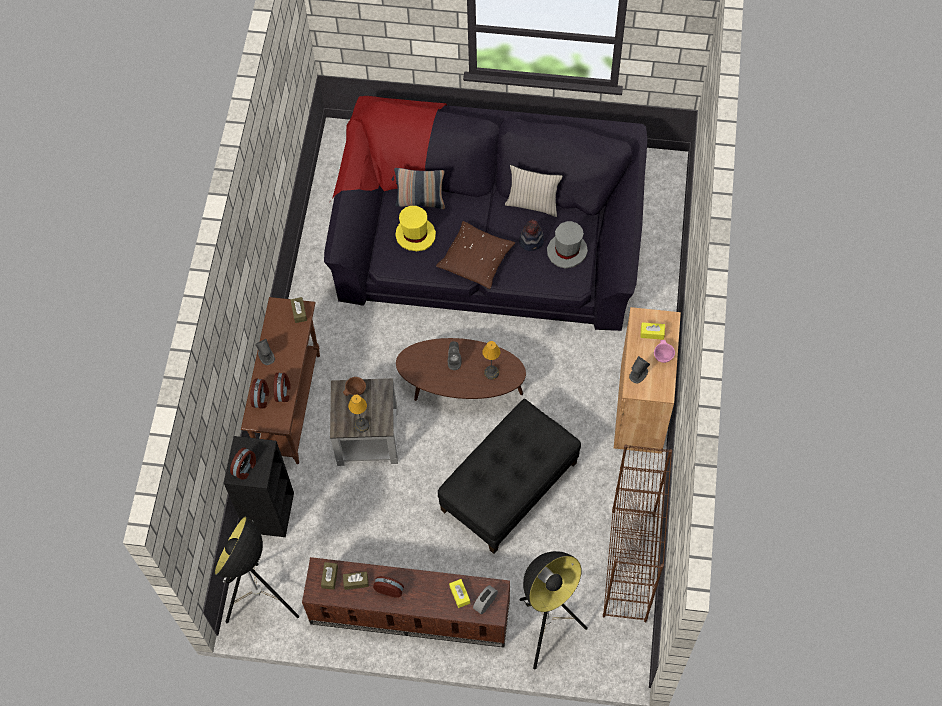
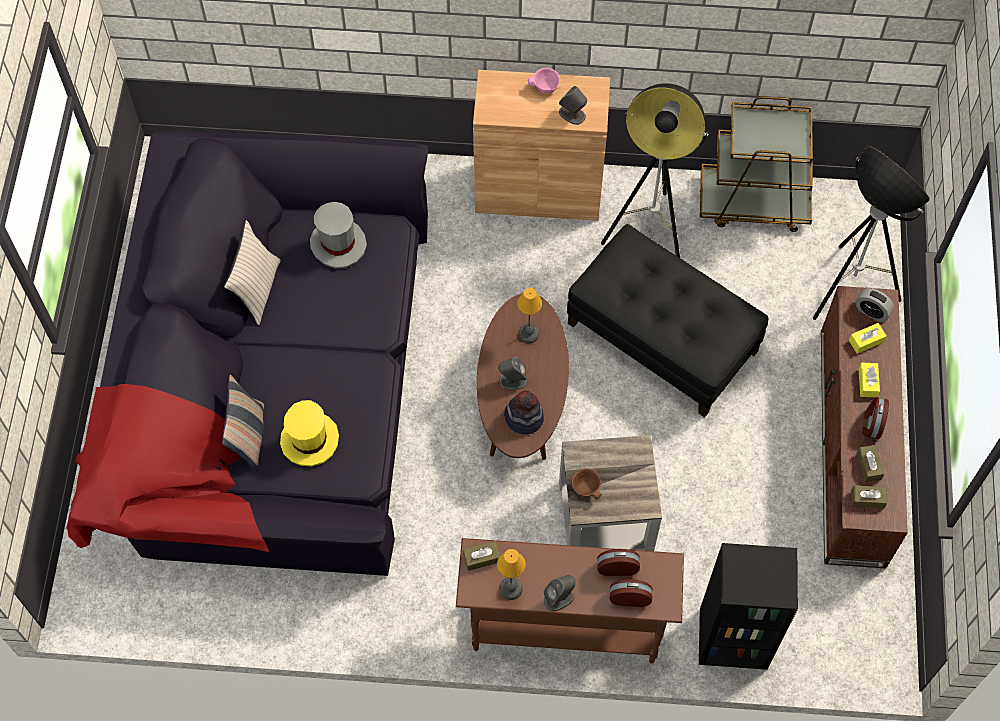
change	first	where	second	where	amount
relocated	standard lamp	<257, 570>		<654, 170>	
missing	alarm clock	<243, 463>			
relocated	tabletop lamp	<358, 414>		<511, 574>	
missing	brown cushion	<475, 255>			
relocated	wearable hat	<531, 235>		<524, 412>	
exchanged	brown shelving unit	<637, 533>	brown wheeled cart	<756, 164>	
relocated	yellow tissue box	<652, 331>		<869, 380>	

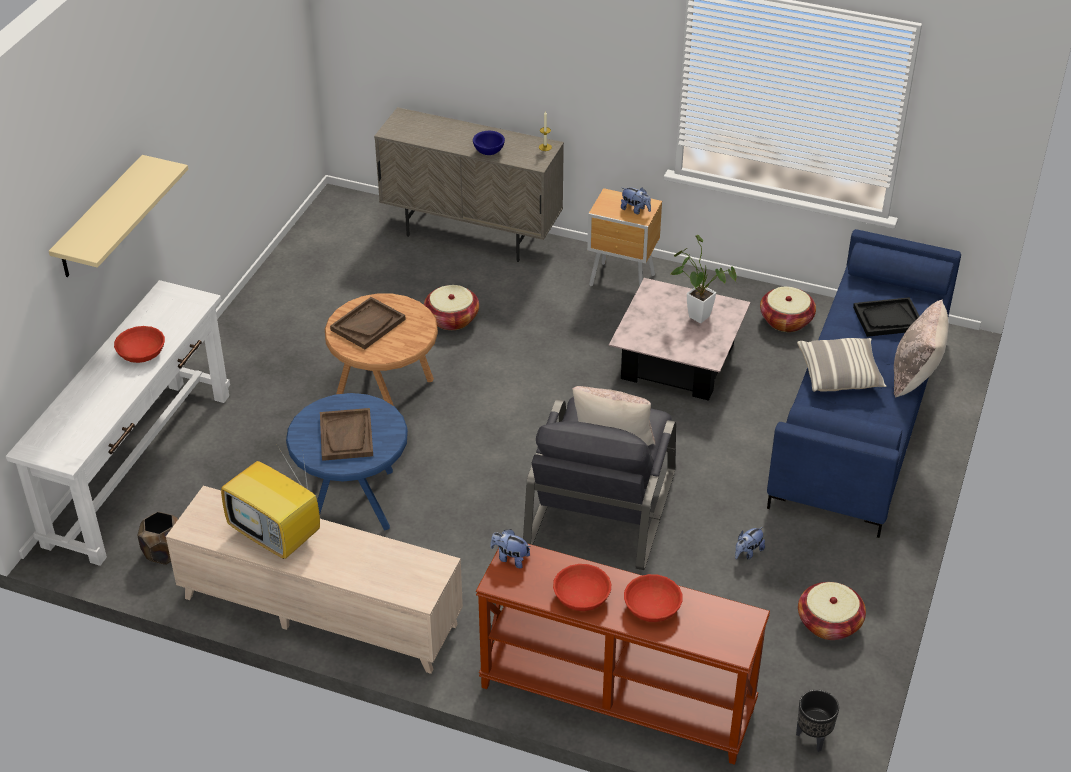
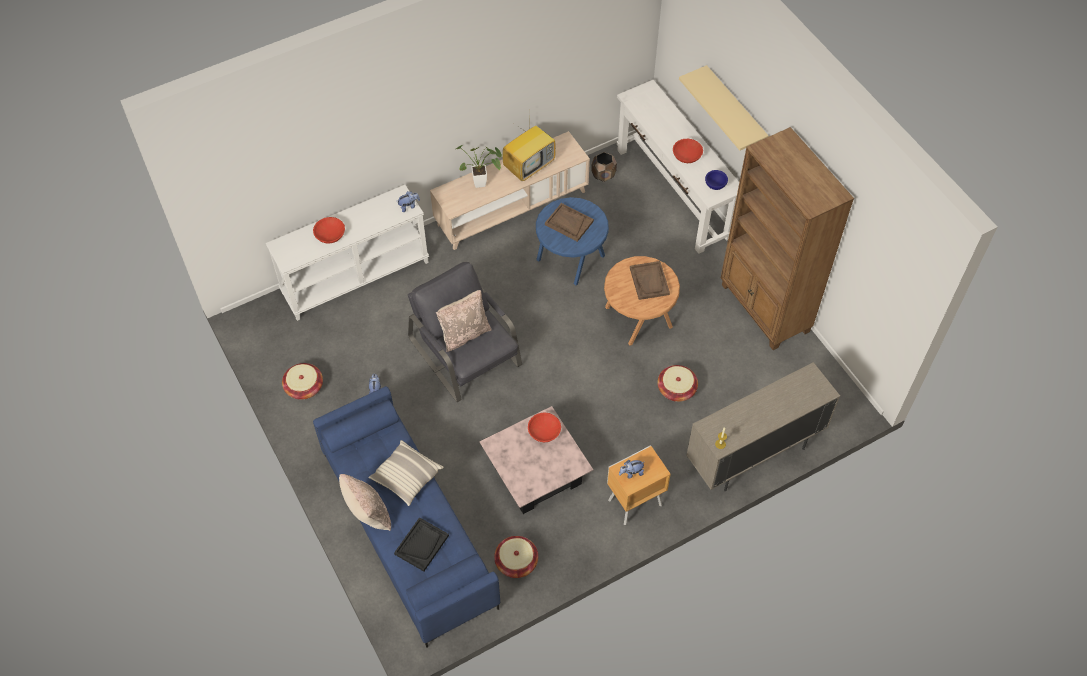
change	first	where	second	where	amount
spun	television	<270, 502>		<529, 152>	150 degrees clockwise
relocated	bluish bowl	<489, 143>		<716, 180>	
colour	brown hall table	<623, 654>	white hall table	<347, 253>	
relocated	red bowl	<582, 587>		<544, 427>	
relocated	plant in a pot	<704, 279>		<478, 166>	
missing	black plant pot	<817, 721>			
appeared			brown shelving unit	<787, 238>	

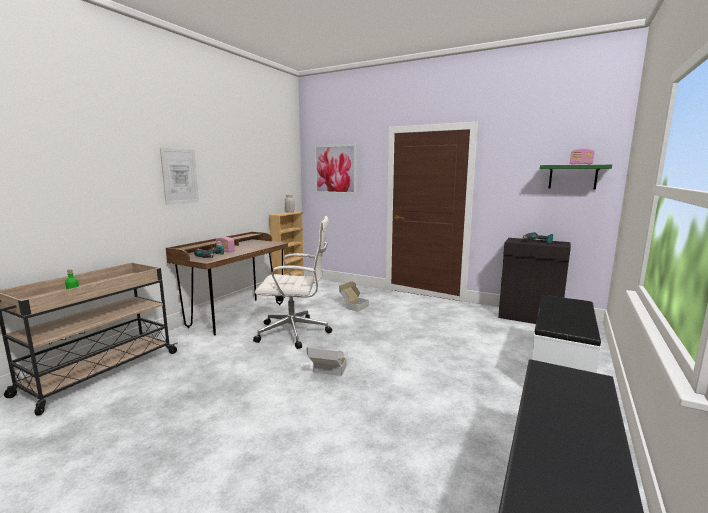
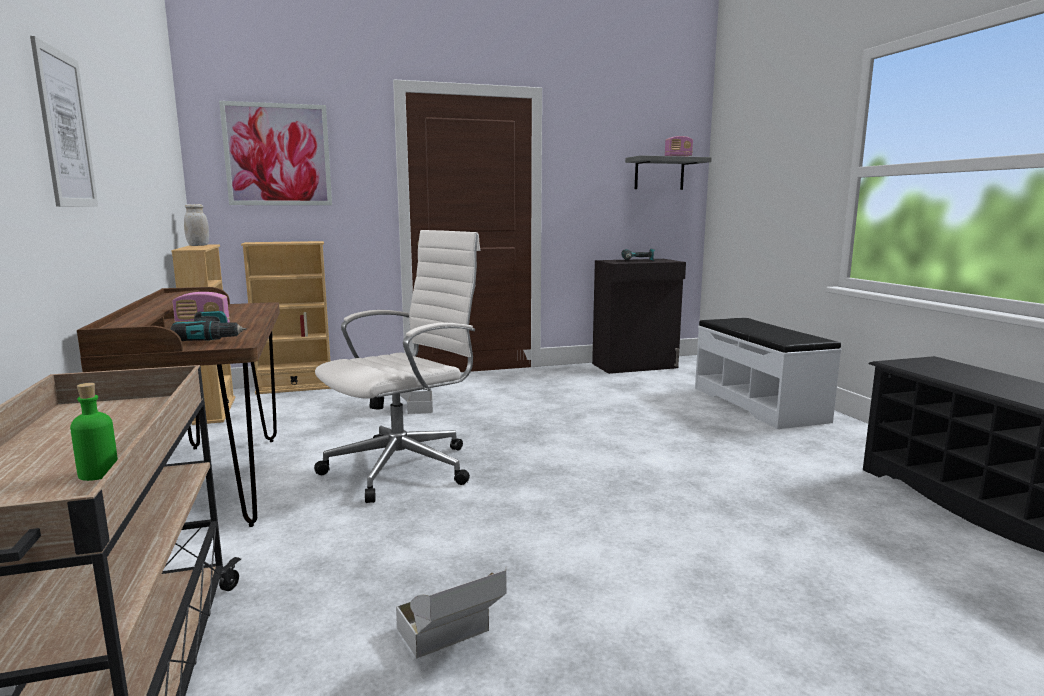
change	first	where	second	where	amount
relocated	cardboard box	<327, 361>		<451, 614>	
colour	green-coloured shelf	<576, 177>	greyish shelf	<668, 172>	
appeared			beige-coloured shelving unit	<286, 317>	

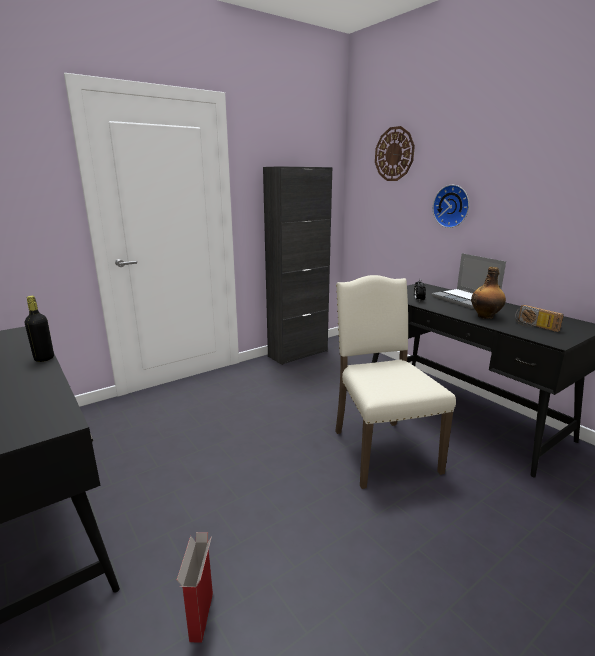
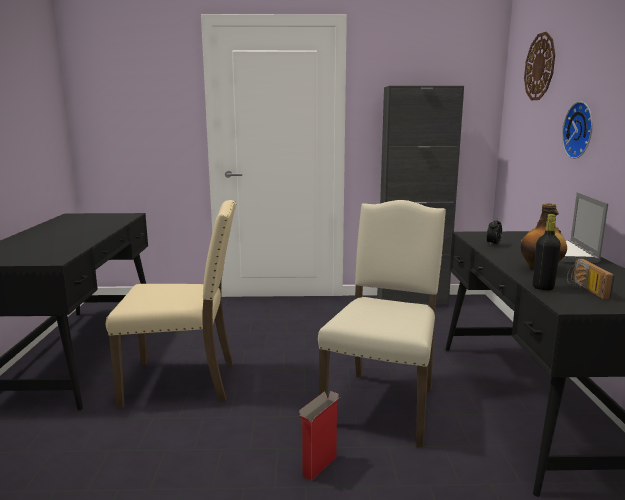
change	first	where	second	where	amount
relocated	black drink bottle	<39, 329>		<547, 252>	
relocated	cardboard box	<195, 587>		<319, 436>	
appeared			beige-coloured upright chair	<171, 304>	

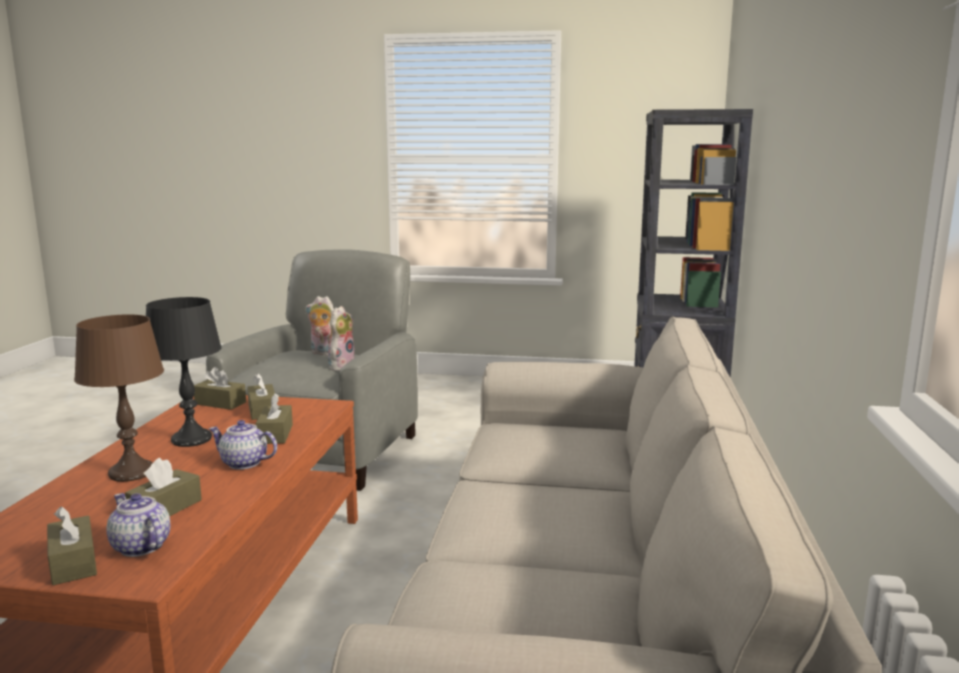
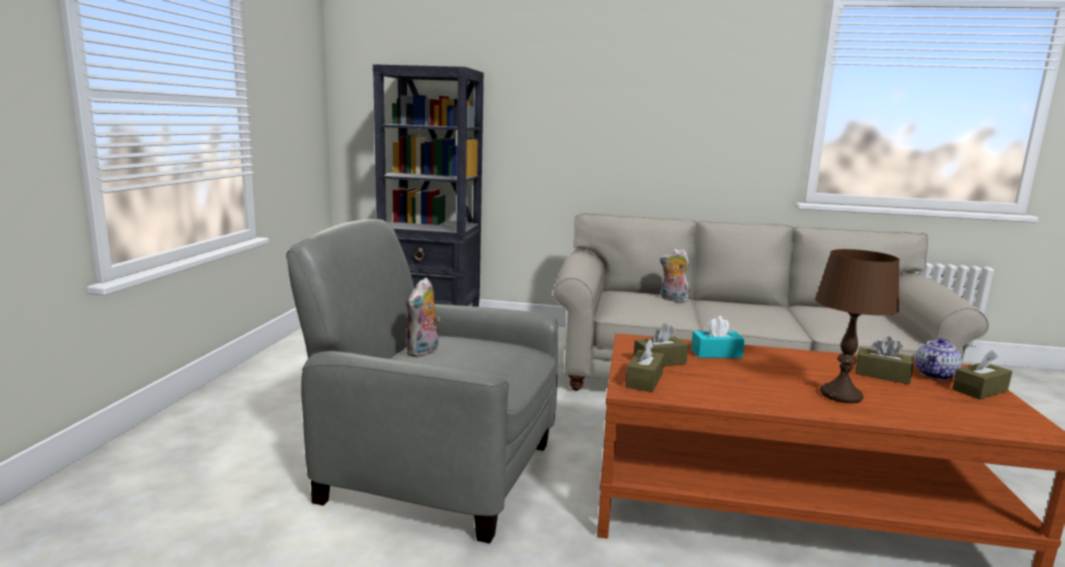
change	first	where	second	where	amount
missing	black tabletop lamp	<184, 372>			
missing	pot for tea	<242, 445>			
colour	brown tissue box	<274, 418>	blue-green tissue box	<718, 337>	
relocated	cuddly toy	<341, 338>		<675, 275>	

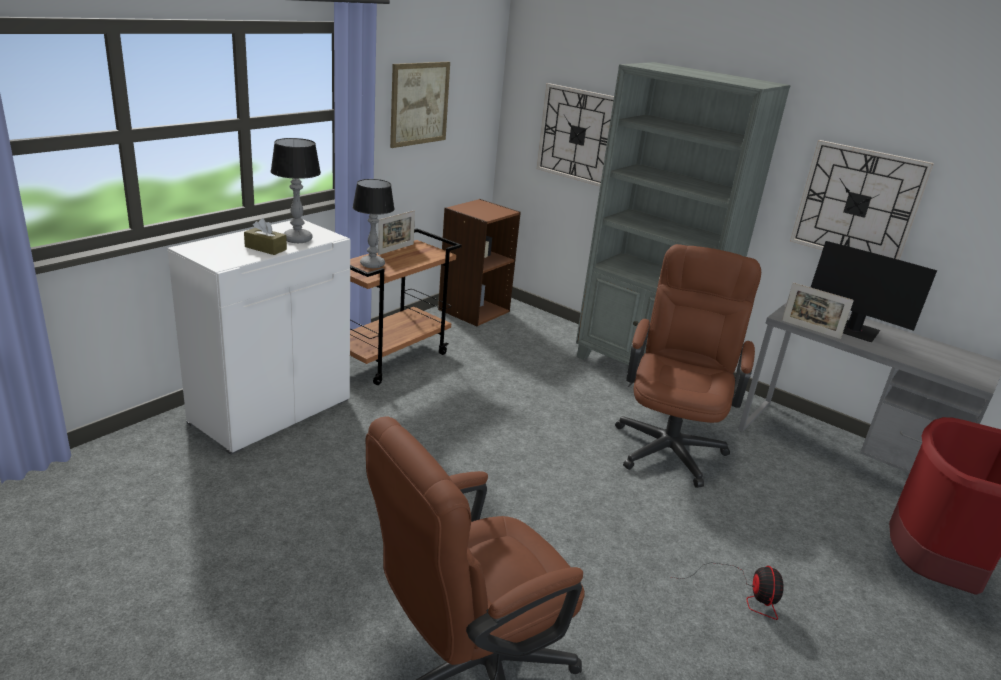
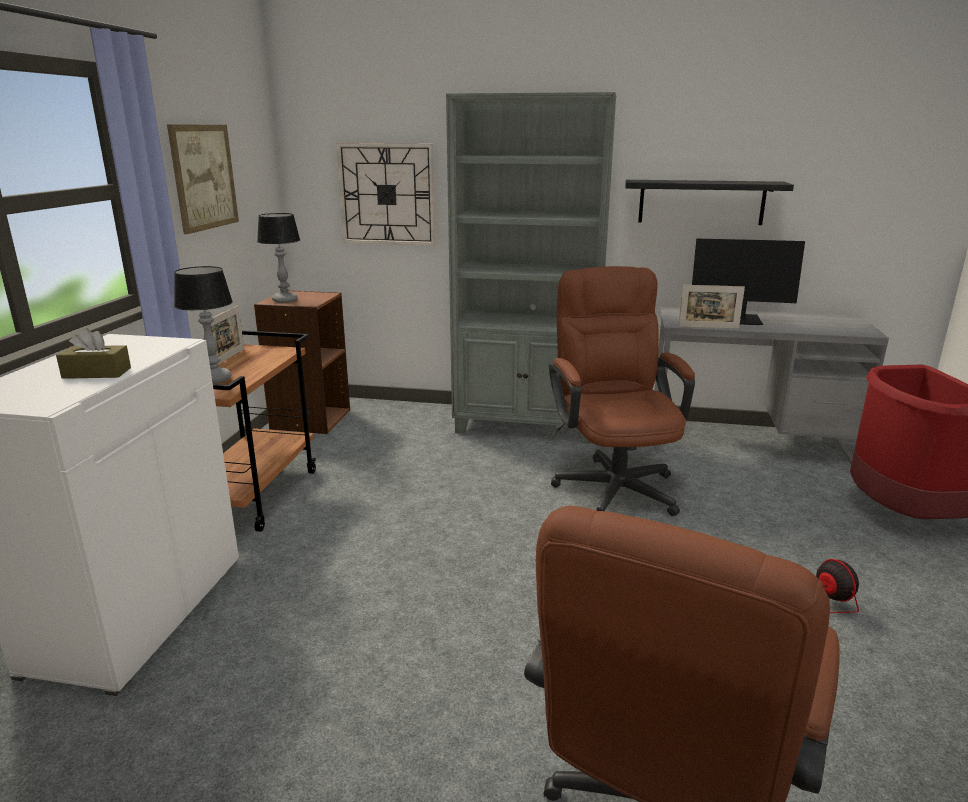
change	first	where	second	where	amount
relocated	tabletop lamp	<295, 190>		<278, 258>	
exchanged	wall clock	<862, 200>	black shelf	<709, 202>	

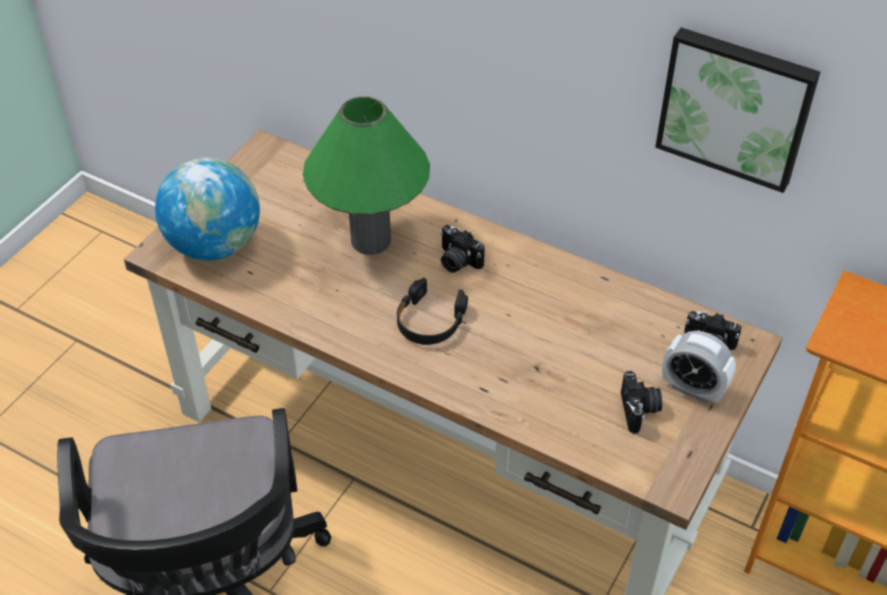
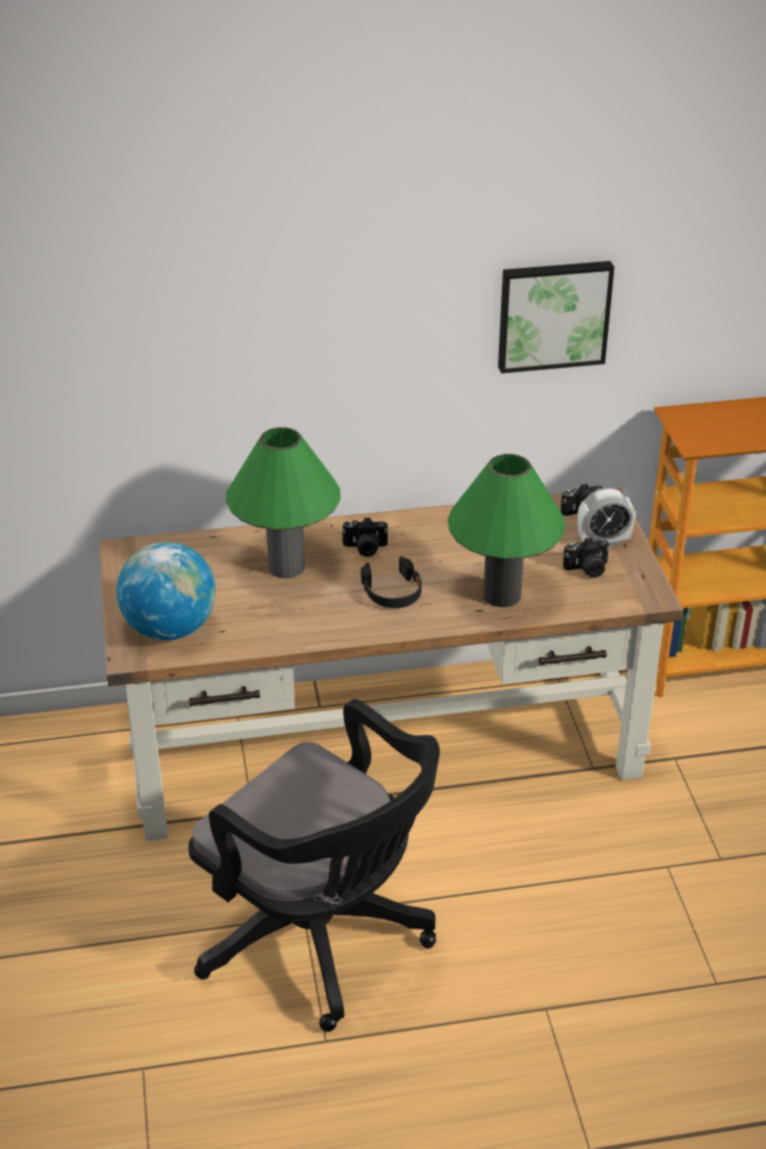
change	first	where	second	where	amount
spun	still camera	<641, 402>		<586, 557>	120 degrees clockwise
appeared			green-coloured tabletop lamp	<507, 530>	

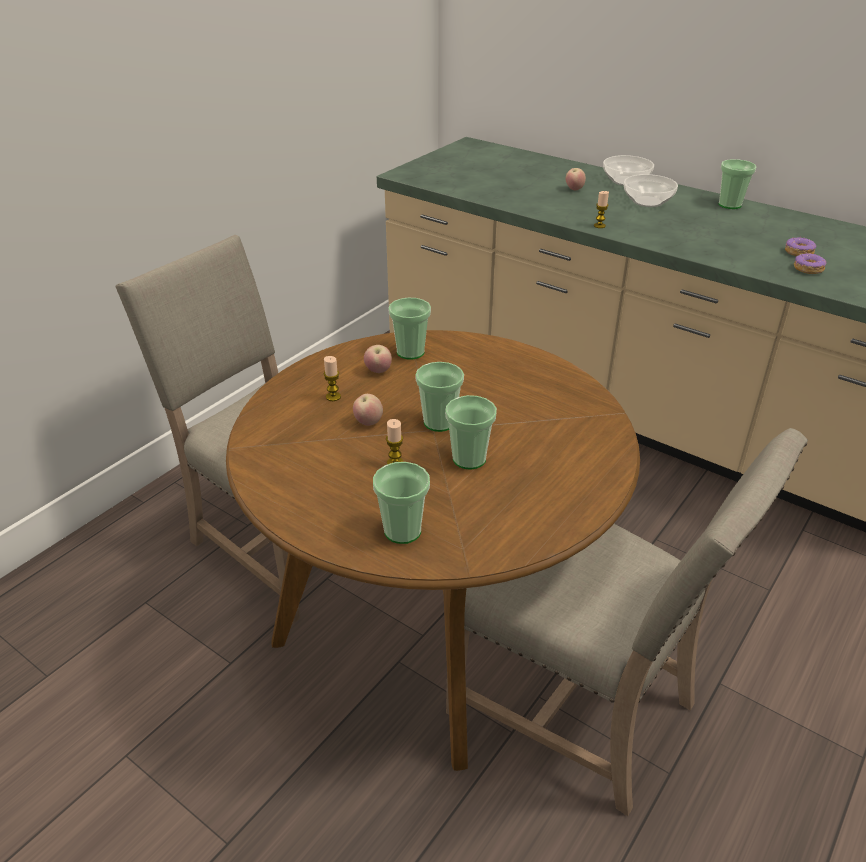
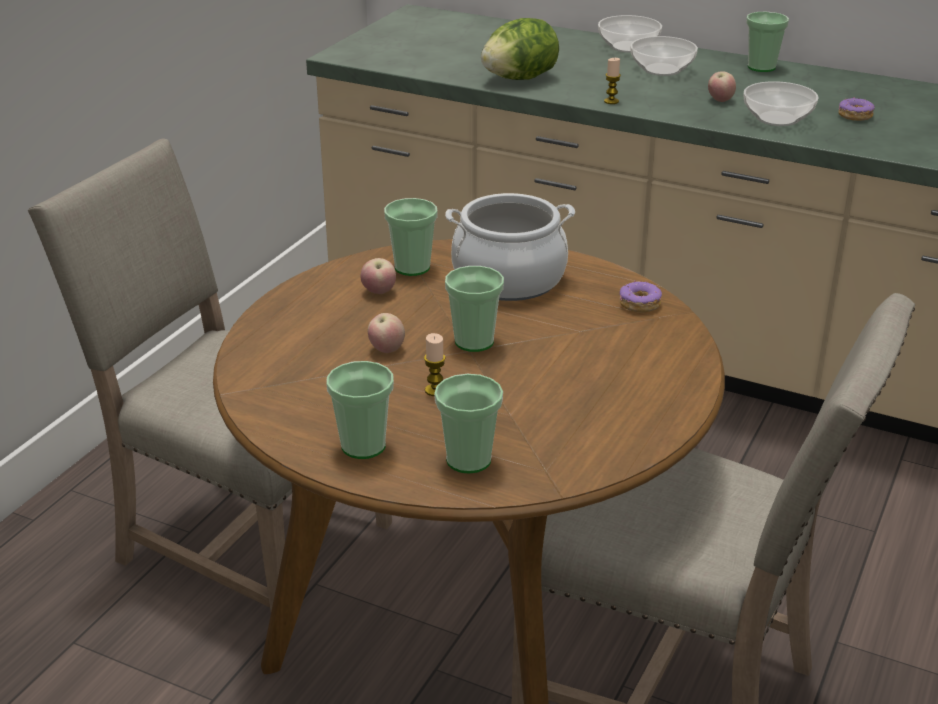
change	first	where	second	where	amount
missing	candle	<332, 378>			
relocated	small cup	<471, 432>		<360, 410>	
relocated	apple fruit	<575, 179>		<722, 86>	
relocated	ring doughnut	<810, 263>		<641, 296>	
appeared			saucepot	<510, 247>	
appeared			lettuce head	<520, 49>	
appeared			bowl	<781, 103>	

